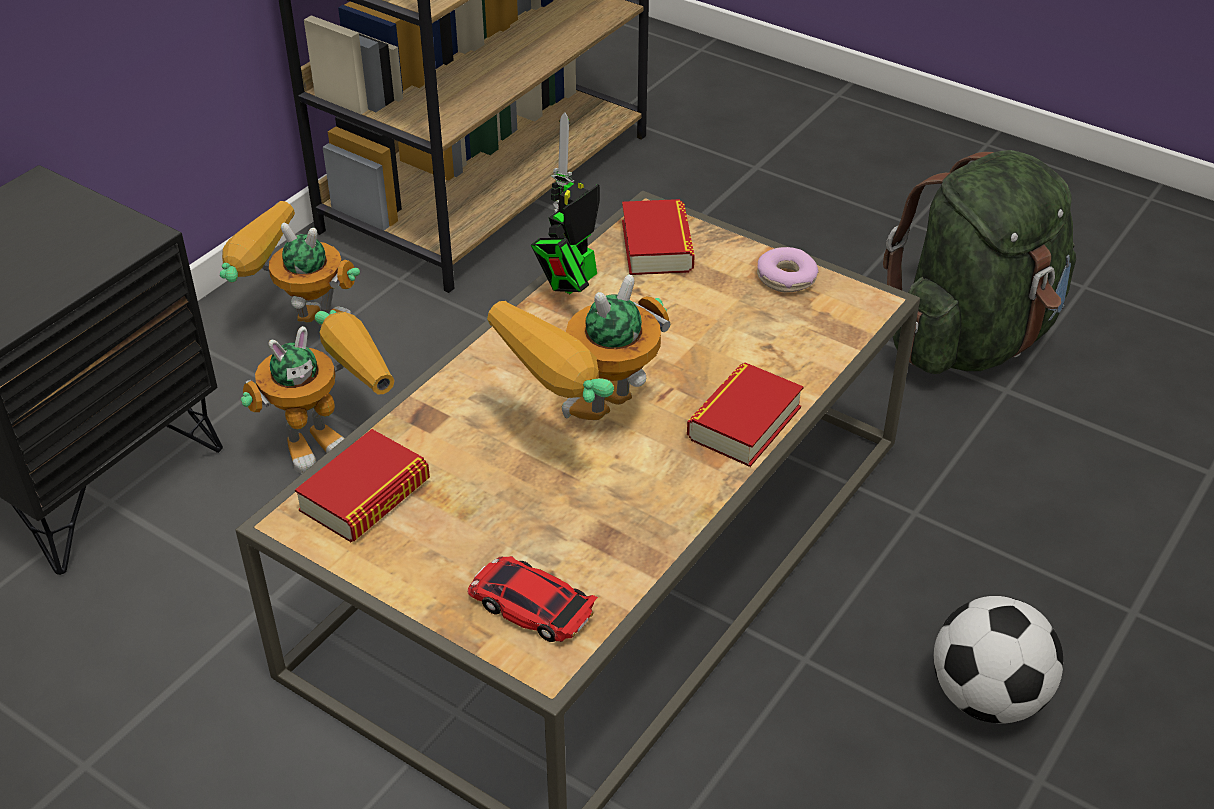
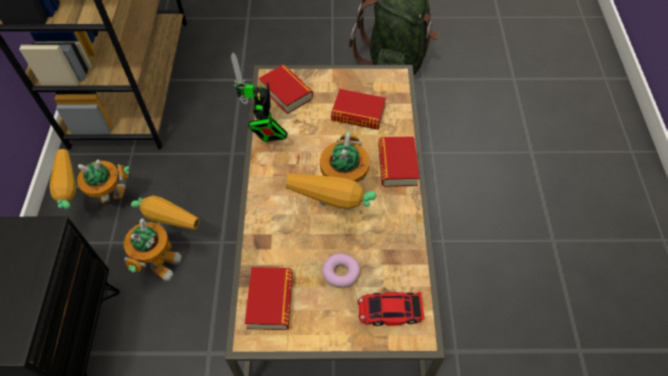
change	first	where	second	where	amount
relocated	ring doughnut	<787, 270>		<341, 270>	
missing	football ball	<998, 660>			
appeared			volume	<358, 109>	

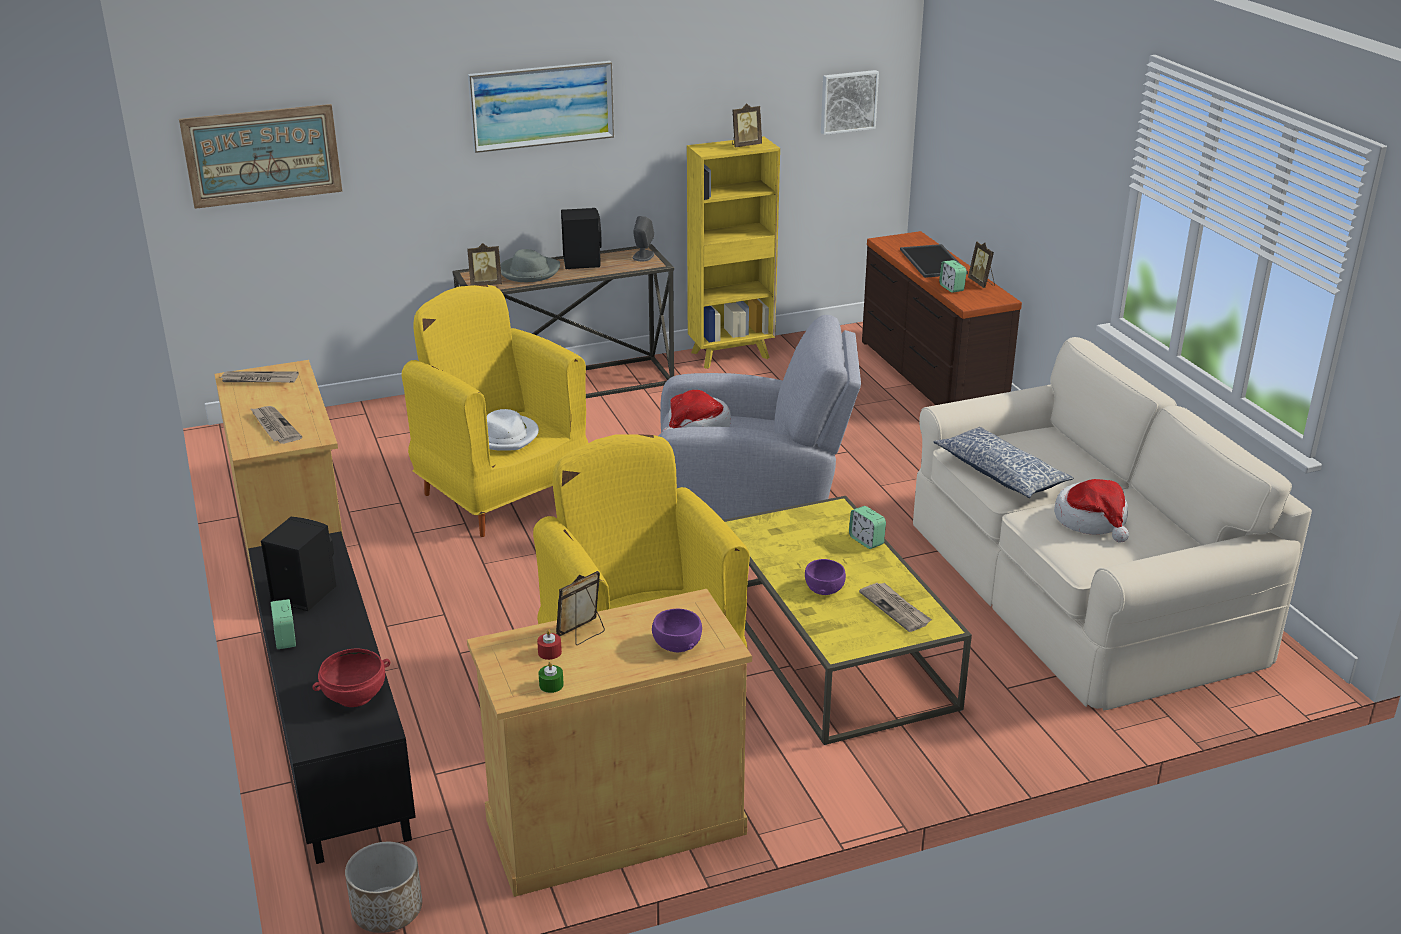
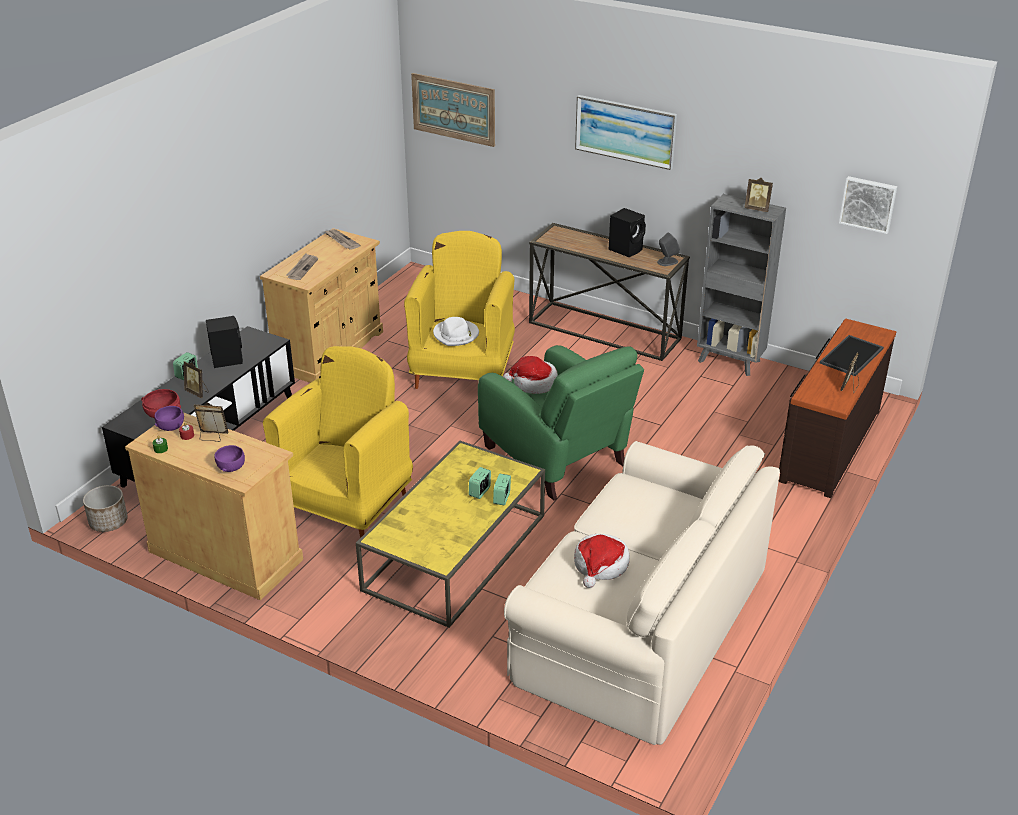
change	first	where	second	where	amount
relocated	standing frame	<484, 264>		<196, 379>	
missing	greyish wearable hat	<530, 265>			
colour	greyish easy chair	<760, 417>	green-coloured easy chair	<561, 423>	
colour	yellow shelving unit	<733, 253>	greyish shelving unit	<741, 285>	
relocated	purple bowl	<825, 577>		<169, 418>	
missing	daily paper	<895, 607>			
missing	cushion	<1004, 462>			
relocated	alarm clock	<953, 276>		<480, 483>	

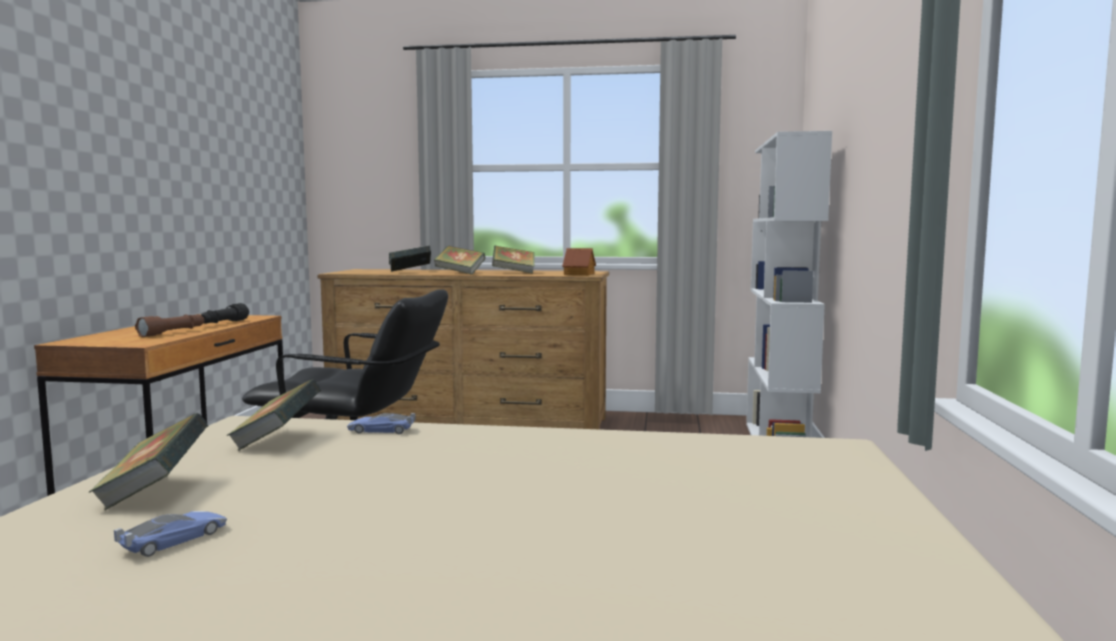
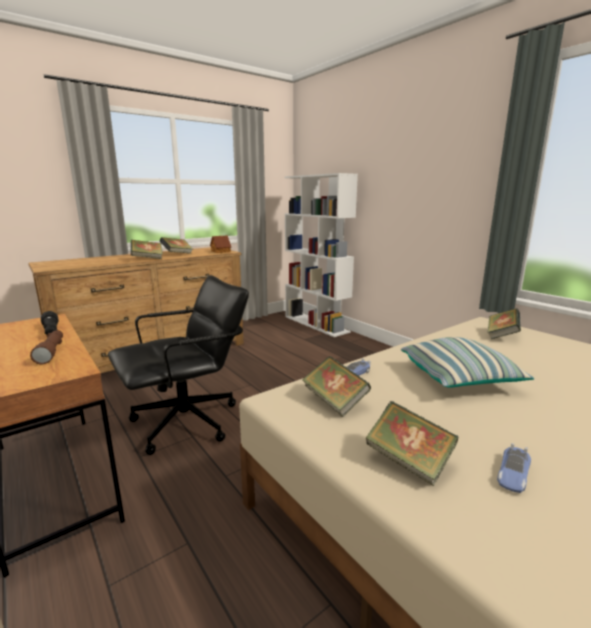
change	first	where	second	where	amount
spun	toy car	<170, 534>		<514, 468>	135 degrees counterclockwise
relocated	volume	<410, 259>		<504, 324>	
appeared			cushion	<467, 362>	

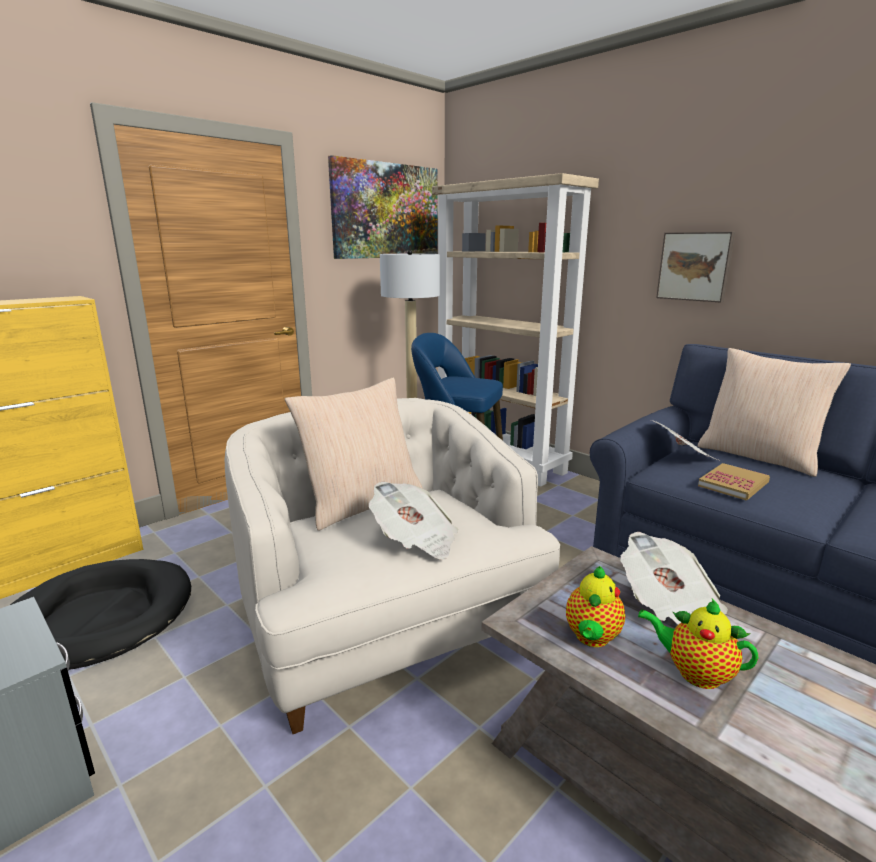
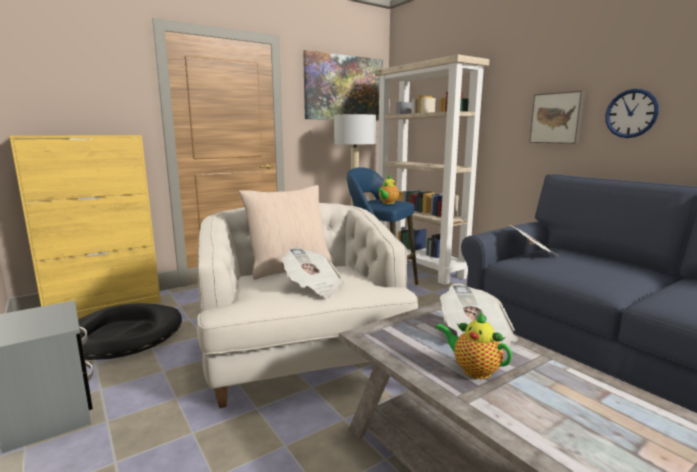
change	first	where	second	where	amount
relocated	pot for tea	<595, 606>		<388, 189>	
missing	beige-coloured cushion	<774, 412>			
missing	volume	<734, 481>			
appeared			wall clock	<632, 113>	

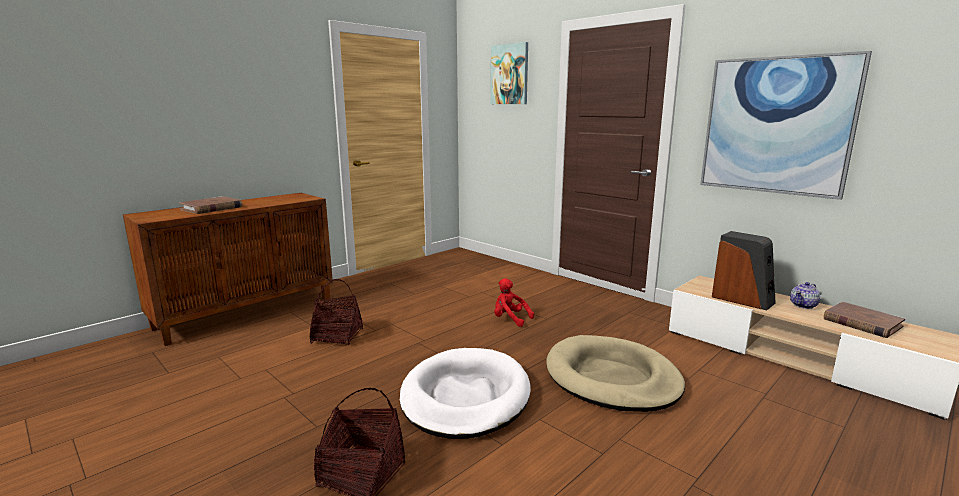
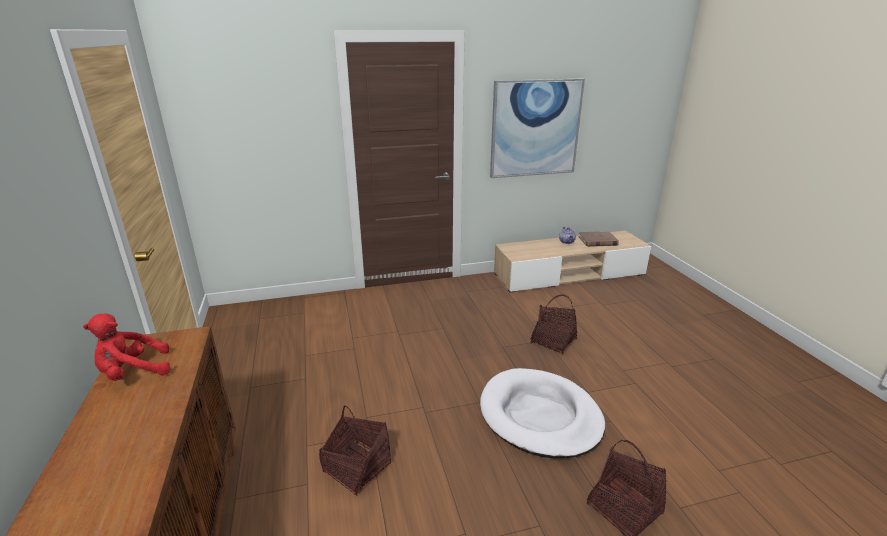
change	first	where	second	where	amount
missing	brown volume	<210, 205>			
missing	wall art	<509, 73>			
relocated	red cuddly toy	<514, 302>		<127, 347>	
exchanged	beige-coloured dog cushion	<615, 373>	household basket	<553, 324>	
missing	speaker	<744, 271>			

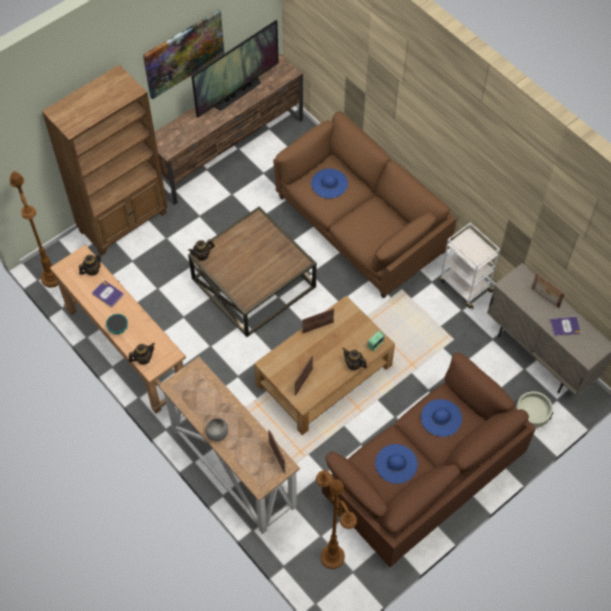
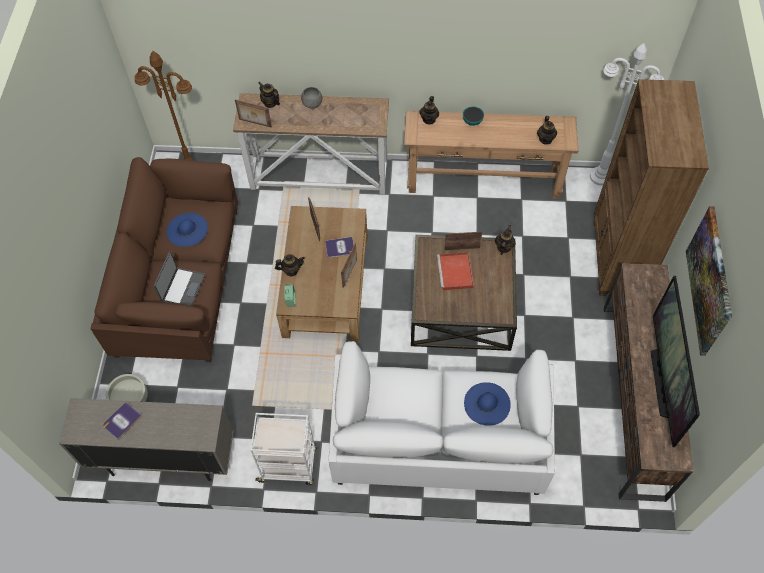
change	first	where	second	where	amount
colour	brown standard lamp	<33, 229>	white standard lamp	<627, 114>	
relocated	volume	<107, 294>		<339, 247>	
colour	brown sofa	<364, 205>	white sofa	<442, 418>	
exchanged	bluish wearable hat	<441, 418>	laptop	<179, 278>	
relocated	standing frame	<548, 291>		<463, 241>	
appeared			pot for tea	<269, 95>	
appeared			red serving tray	<455, 271>	

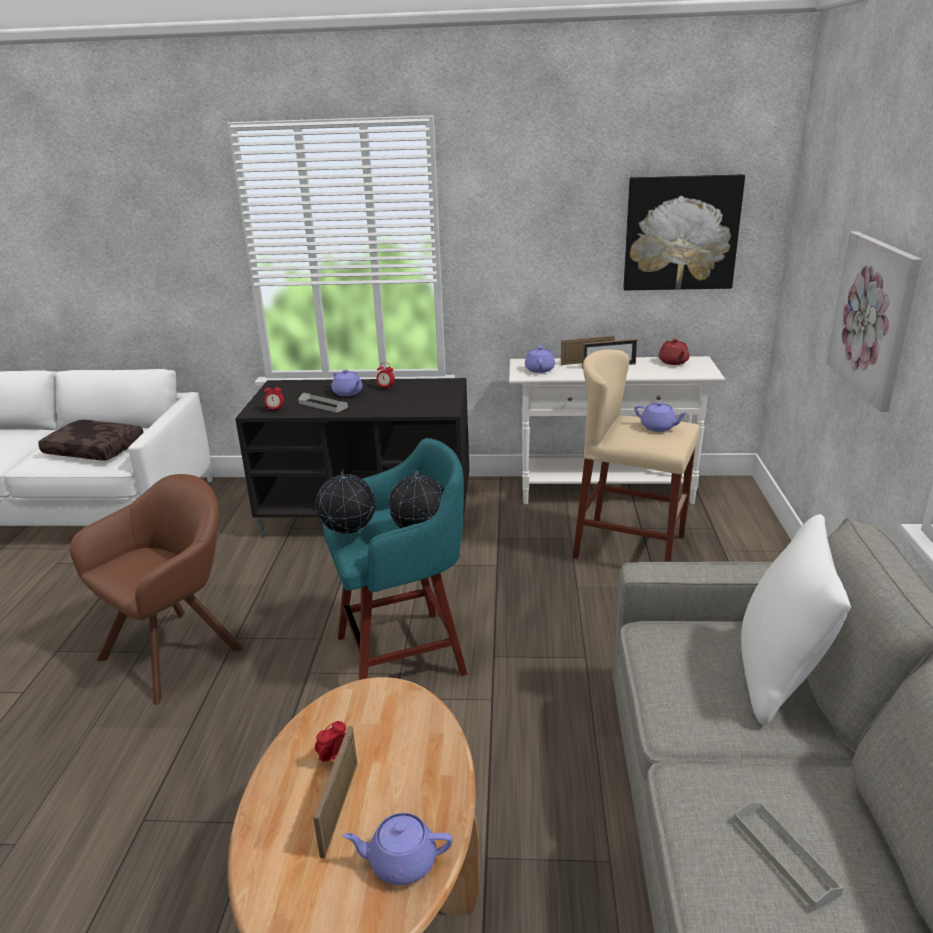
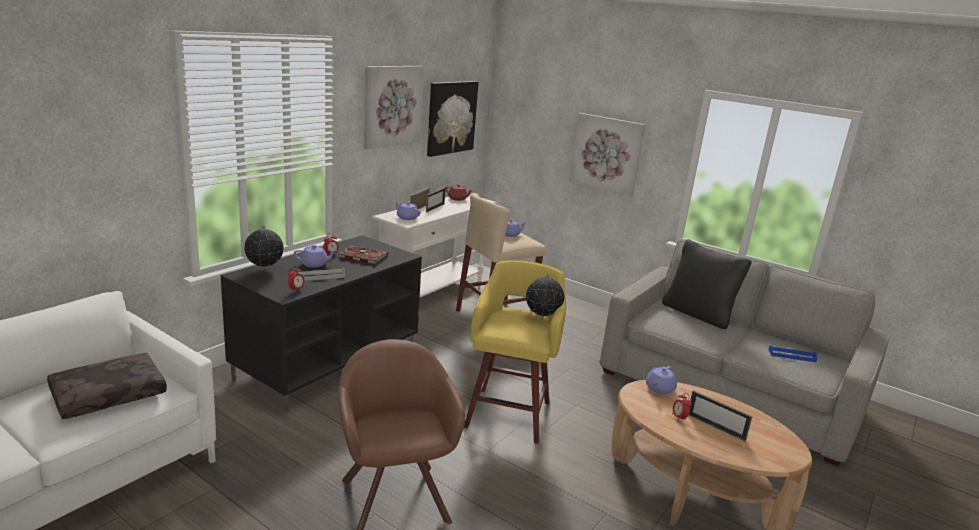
change	first	where	second	where	amount
relocated	desk globe	<346, 504>		<264, 248>	
colour	blue-green sitting stool	<395, 559>	yellow sitting stool	<515, 352>	
relocated	purple pot for tea	<397, 849>		<661, 380>	
colour	greyish serving tray	<789, 856>	bluish serving tray	<793, 354>	
colour	white cushion	<796, 619>	black cushion	<707, 284>	
appeared			volume	<363, 255>	
appeared			wall art	<394, 107>	

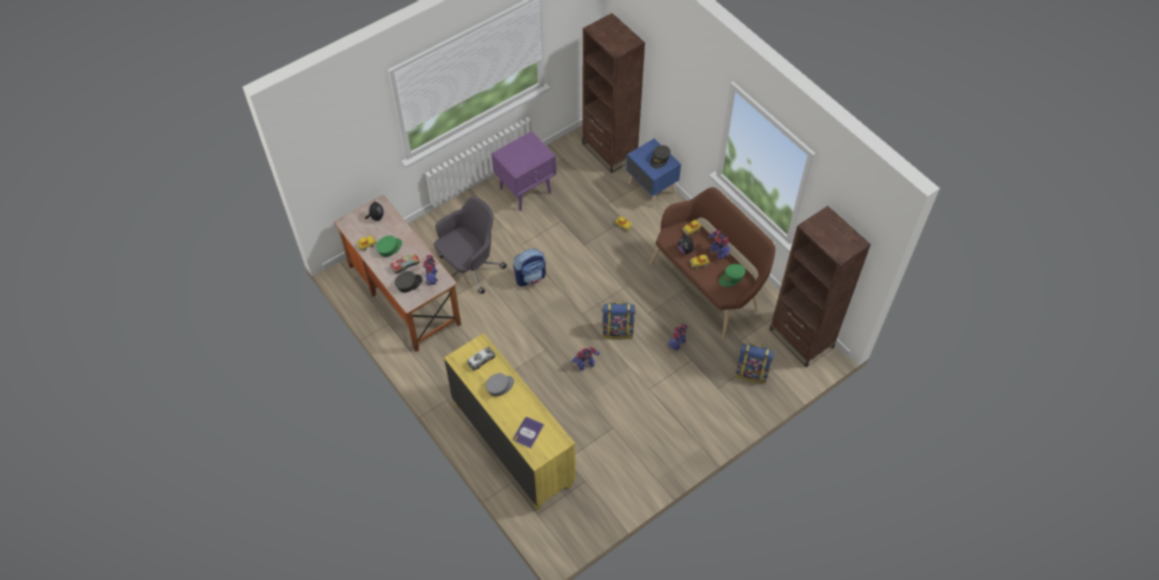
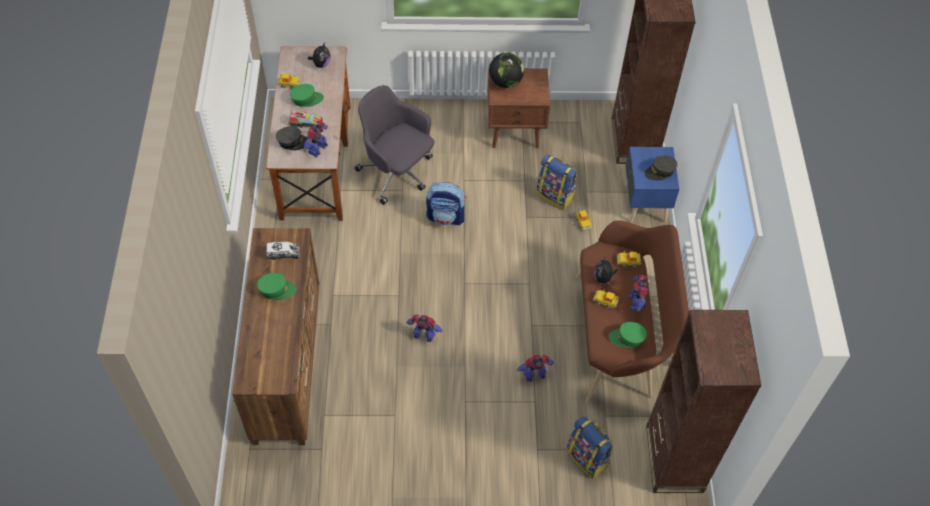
change	first	where	second	where	amount
spun	greyish computer chair	<470, 245>		<394, 145>	135 degrees counterclockwise
colour	yellow chest of drawers	<510, 421>	brown chest of drawers	<275, 336>	
colour	greyish cap	<500, 384>	green-coloured cap	<277, 286>	
colour	purple night table	<523, 171>	brown night table	<518, 108>	
missing	volume	<528, 433>			
relocated	backpack	<618, 320>		<556, 182>	
appeared			desk globe	<506, 70>	

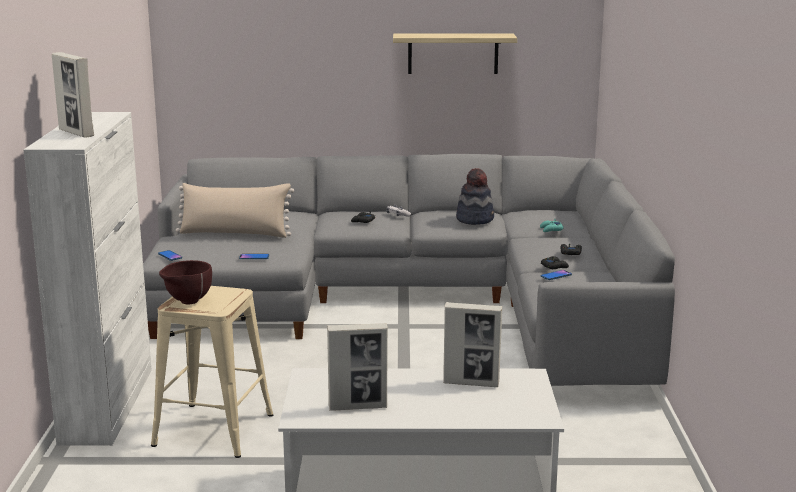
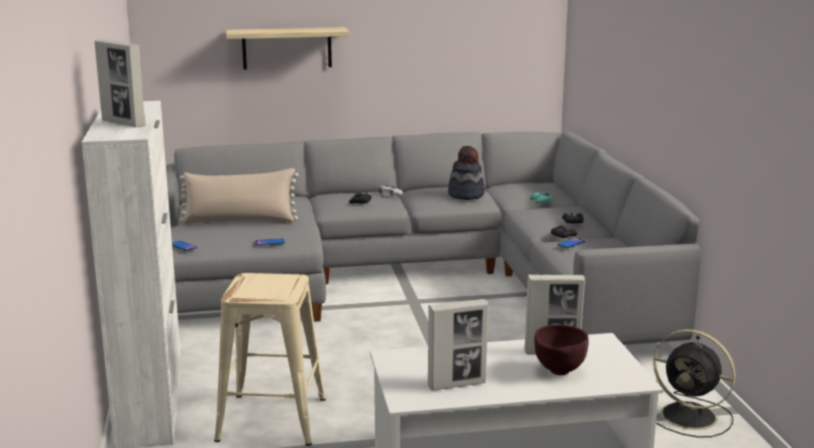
change	first	where	second	where	amount
relocated	brown bowl	<185, 282>		<561, 350>	
relocated	shelf	<455, 53>		<287, 48>	
appeared			black fan	<694, 383>	

